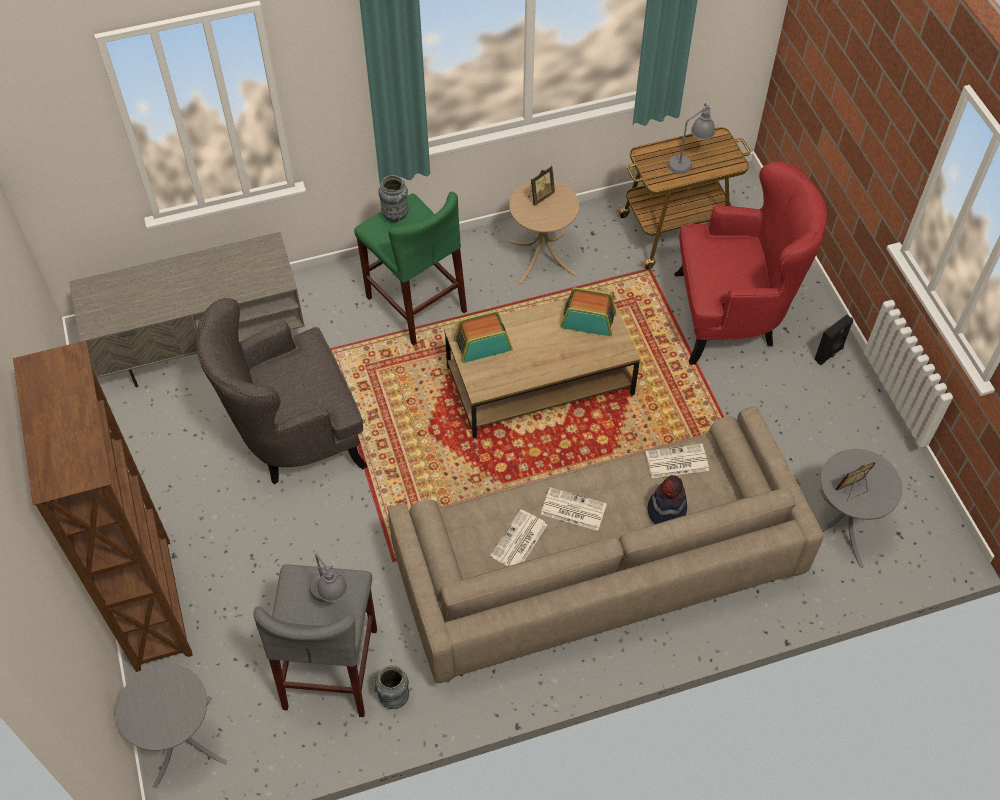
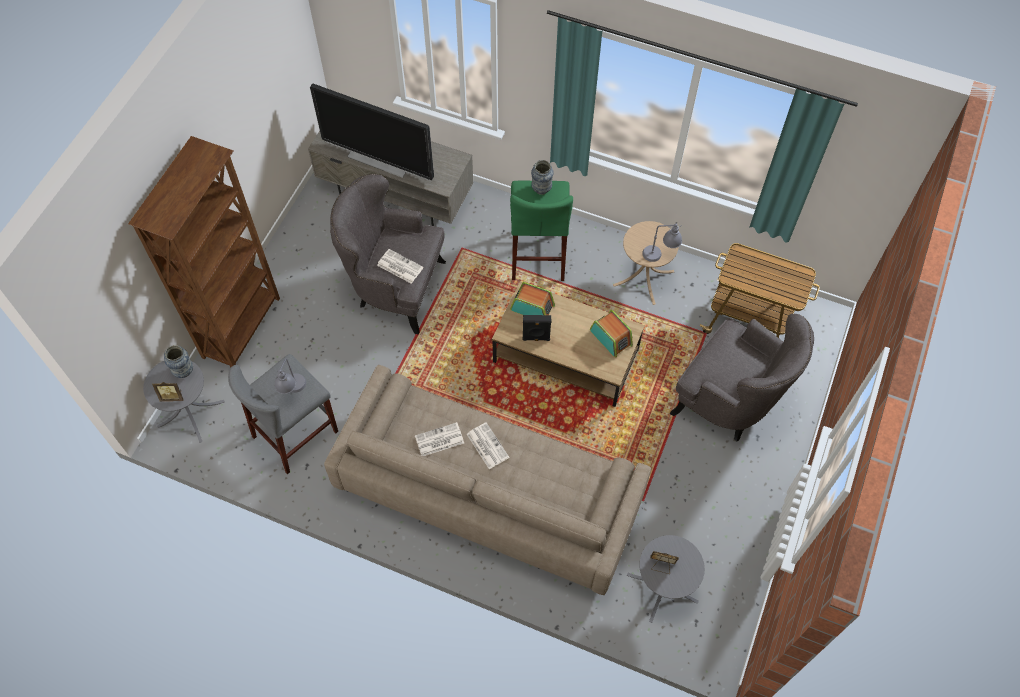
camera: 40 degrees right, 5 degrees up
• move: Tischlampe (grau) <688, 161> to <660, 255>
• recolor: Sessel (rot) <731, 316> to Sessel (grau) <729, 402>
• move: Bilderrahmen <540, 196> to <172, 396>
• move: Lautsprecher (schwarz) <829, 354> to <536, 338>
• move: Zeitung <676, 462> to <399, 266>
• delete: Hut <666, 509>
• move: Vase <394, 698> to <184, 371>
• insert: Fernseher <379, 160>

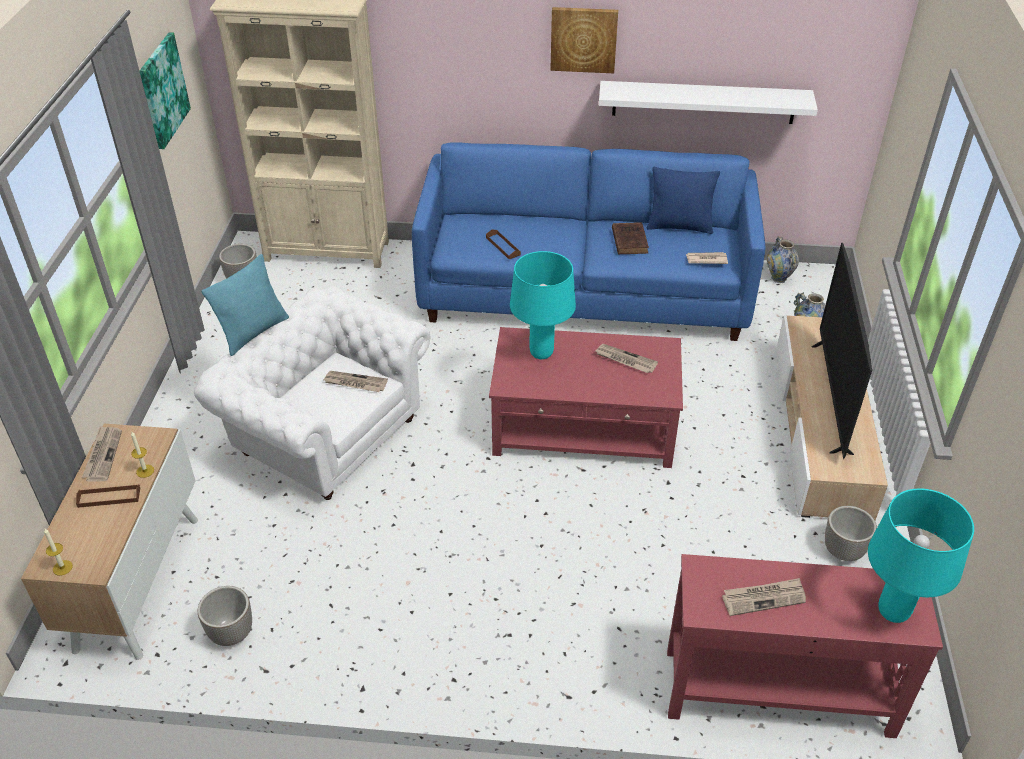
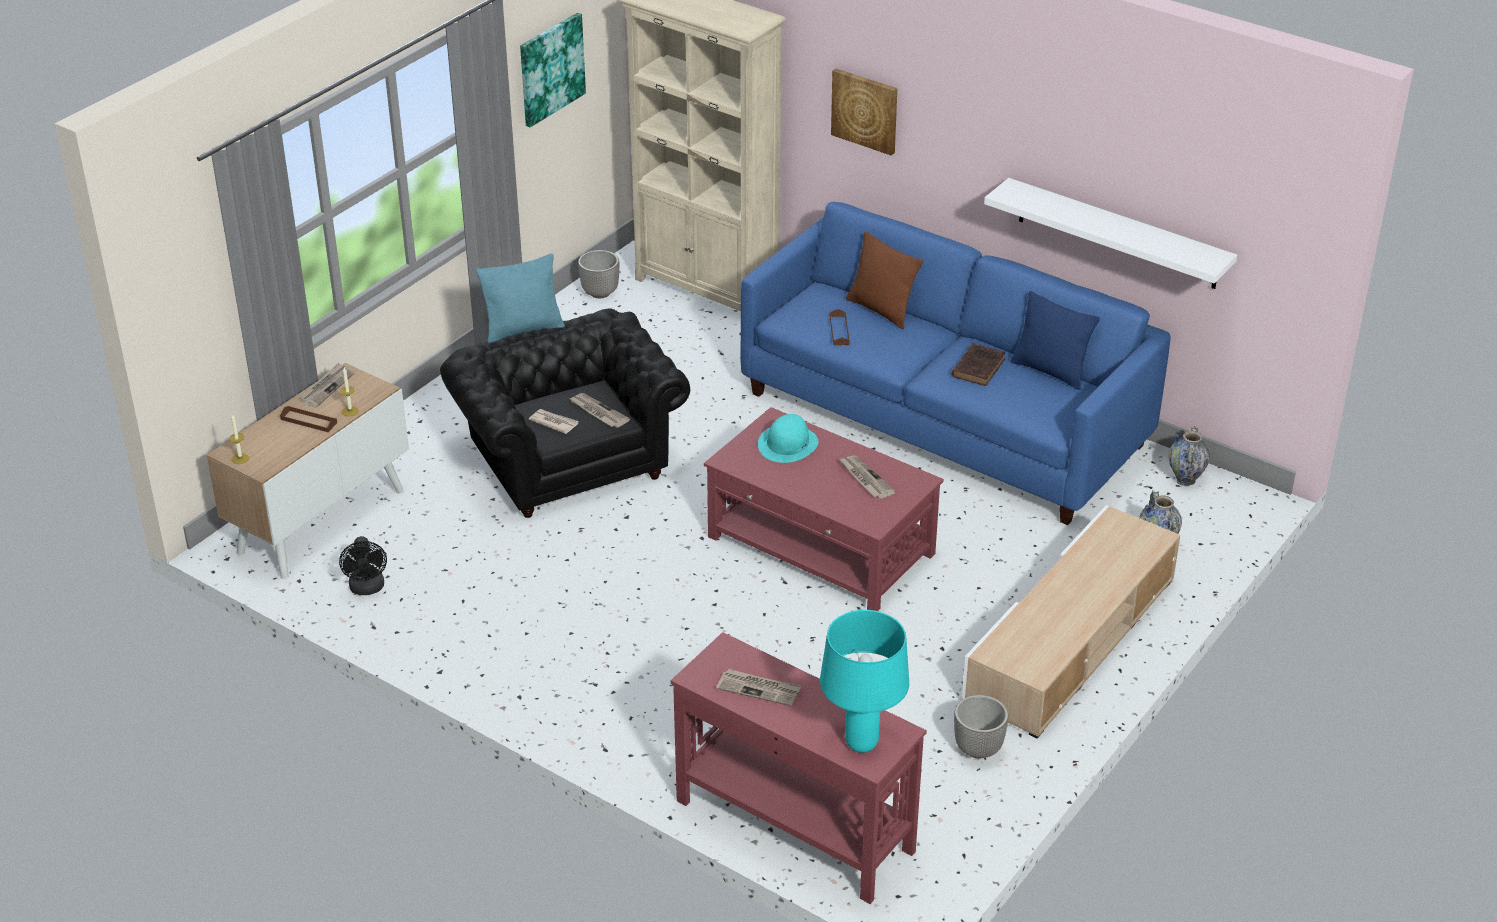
camera: 30 degrees right, 5 degrees down
• move: Bild <583, 39> to <865, 110>
• delete: Fernseher <831, 397>
• replace: Tischlampe (türkis) <541, 353> to Hut (türkis) <788, 443>
• move: Zeitung <706, 259> to <553, 422>
• recolor: Sessel (weiß) <324, 433> to Sessel (schwarz) <567, 460>
• replace: Pflanzkübel <231, 633> to Ventilator (schwarz) <367, 589>
• insert: Kissen (braun) <881, 310>

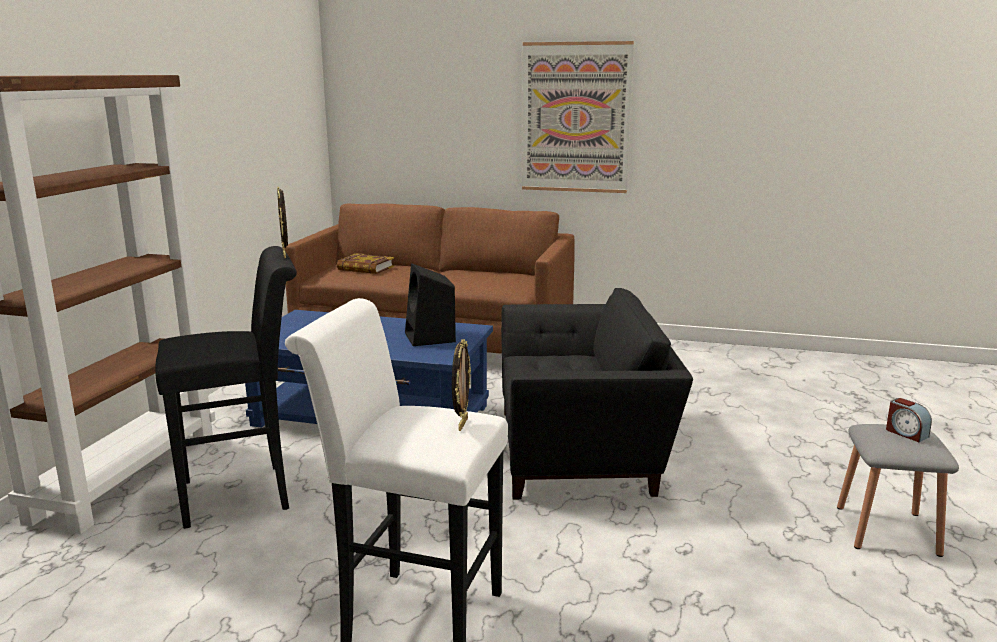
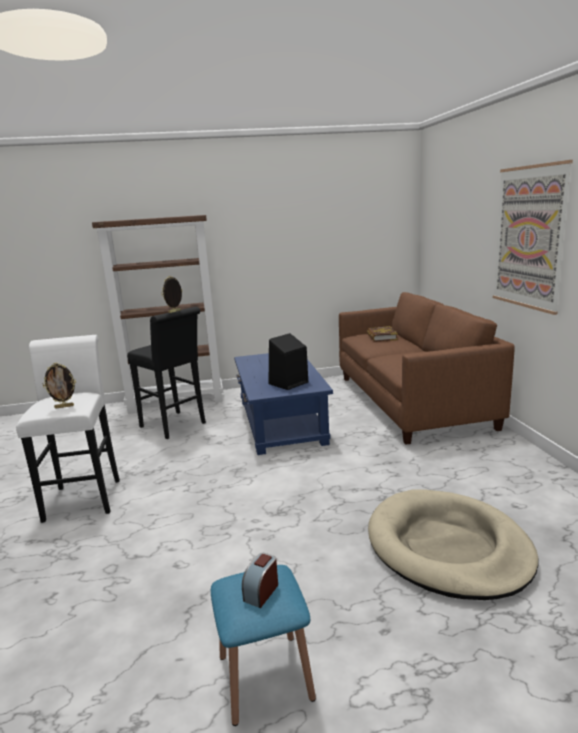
camera: 65 degrees right, 0 degrees up
• delete: Sessel (schwarz) <581, 450>
• recolor: Hocker (grau) <887, 530> to Hocker (blau) <265, 677>
• insert: Hundebett (beige) <447, 547>

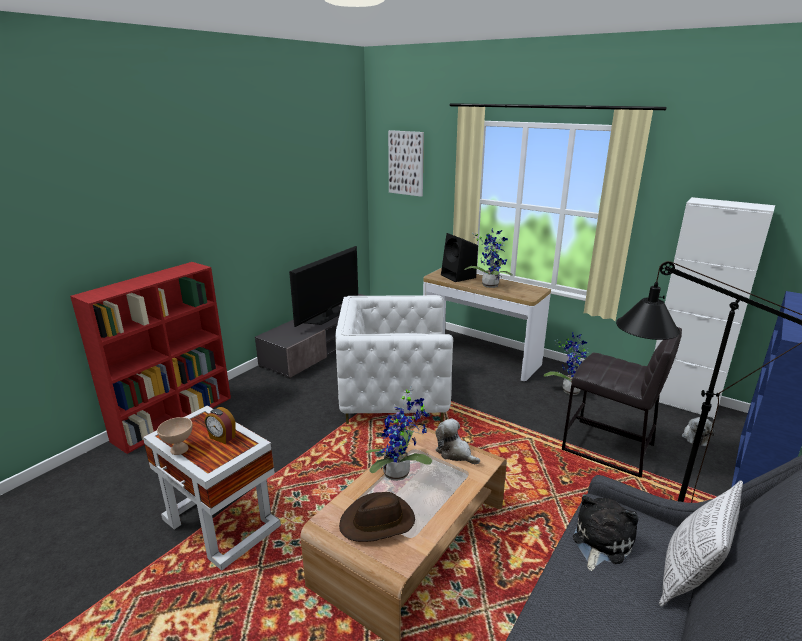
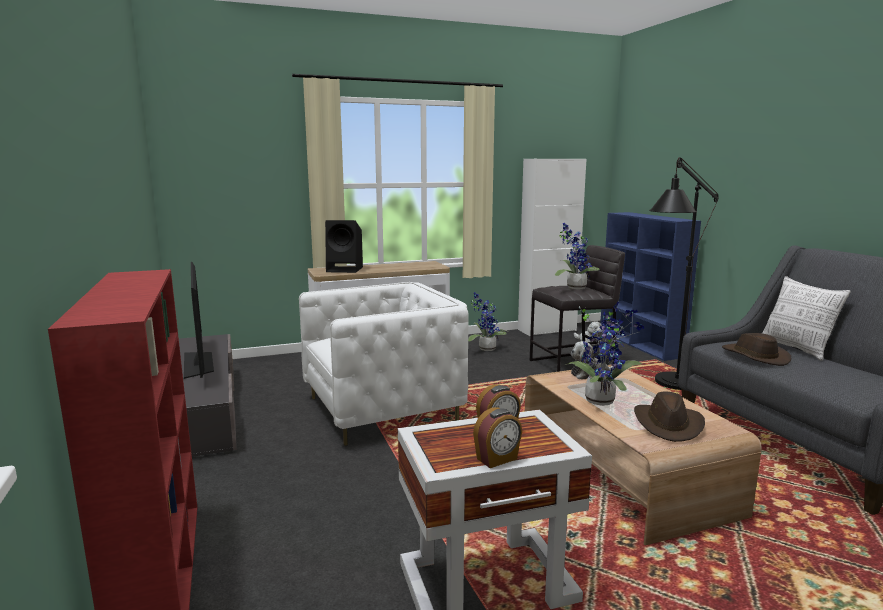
camera: 55 degrees left, 10 degrees down
• delete: Bild <406, 163>
• move: Topfpflanze <490, 284> to <574, 287>
• rotate: Sessel (weiß) <394, 396> = <382, 409> 150 degrees counterclockwise
• replace: Schüssel (beige) <180, 449> to Wecker <497, 459>
• replace: Plüschtier <600, 542> to Hut (braun) <754, 356>

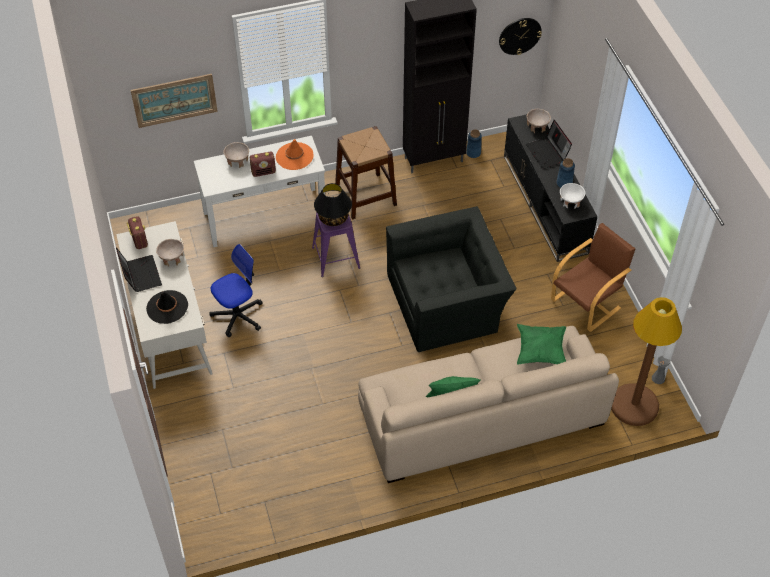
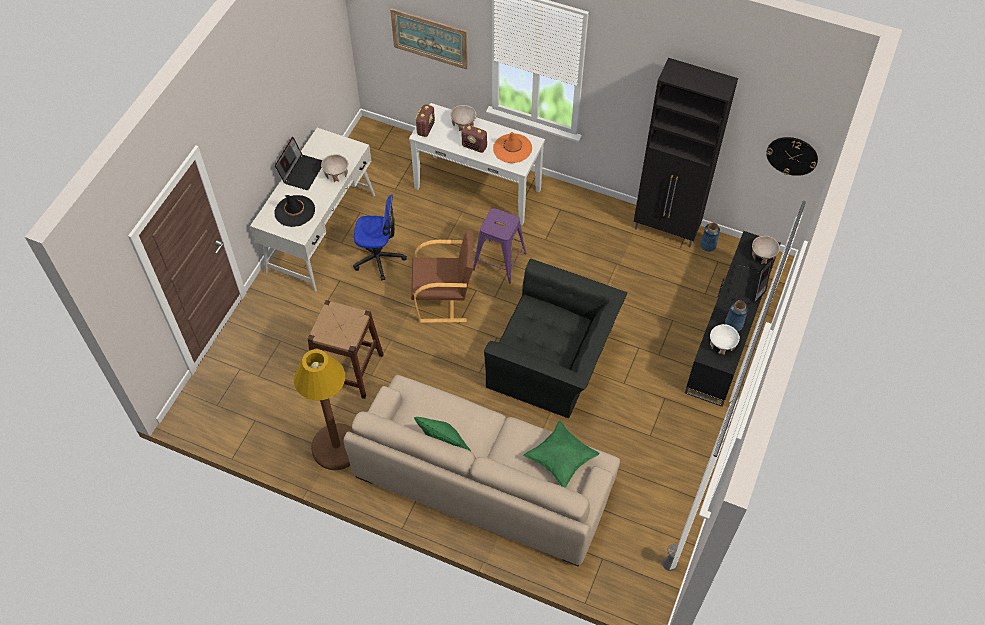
camera: 40 degrees right, 5 degrees up
• move: Hocker (braun) <365, 196> to <348, 369>
• delete: Tischlampe (schwarz) <333, 218>
• move: Radio <139, 240> to <425, 128>
• move: Sessel (braun) <587, 303> to <444, 299>
• move: Stehlampe (braun) <634, 405> to <336, 447>

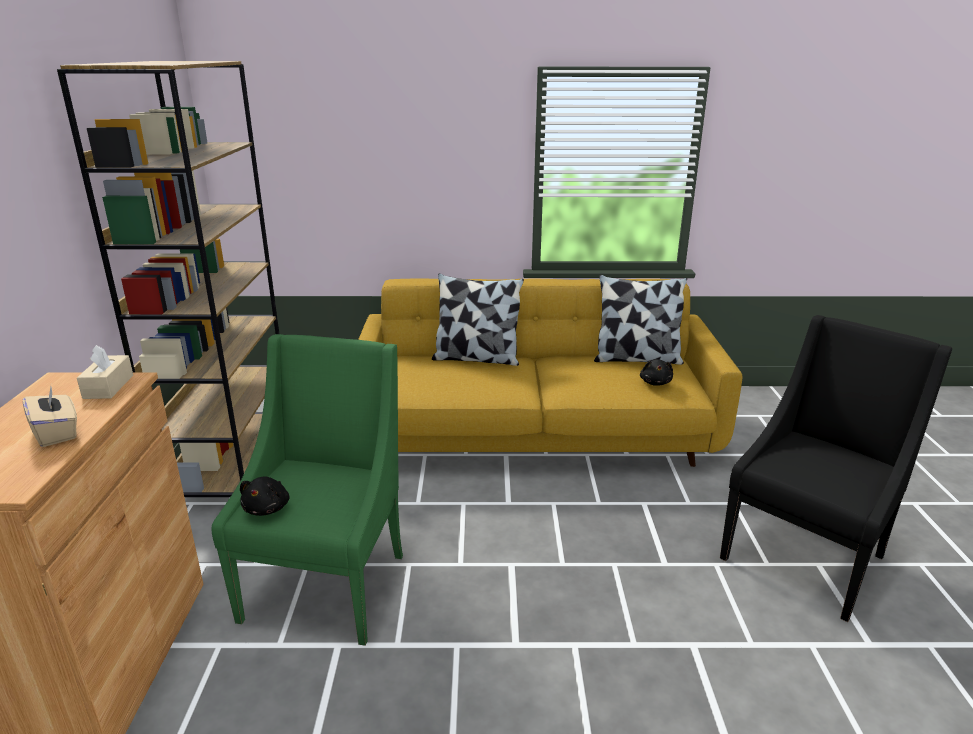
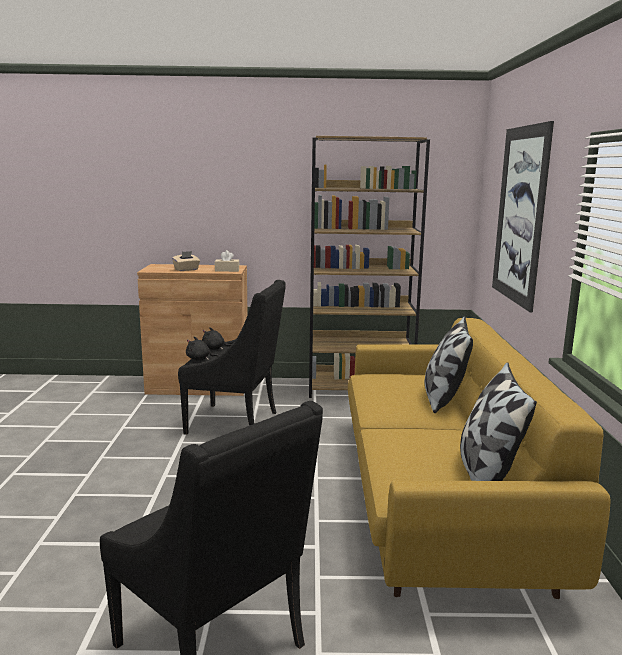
camera: 90 degrees right, 10 degrees down
• recolor: Sessel (grün) <329, 583> to Sessel (schwarz) <235, 422>
• move: Plüschtier (schwarz) <655, 382> to <200, 359>
• insert: Bild <520, 215>

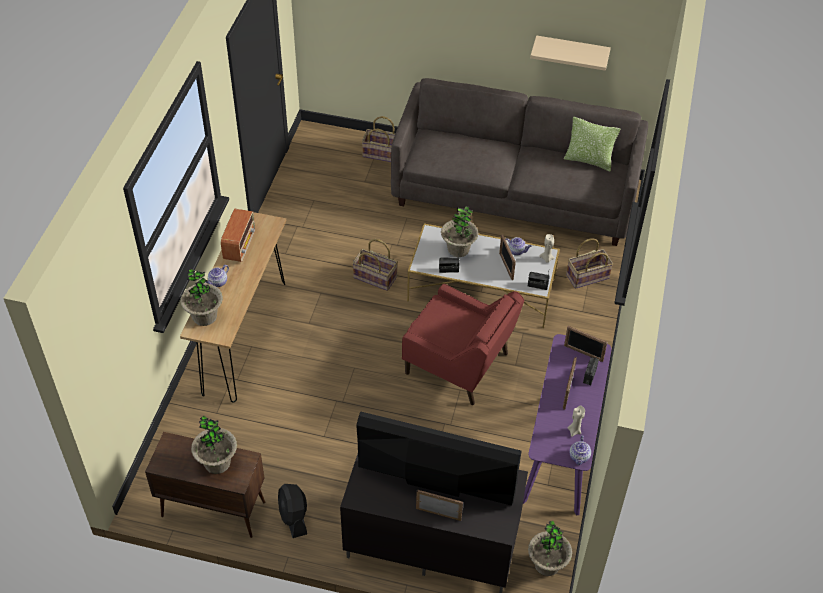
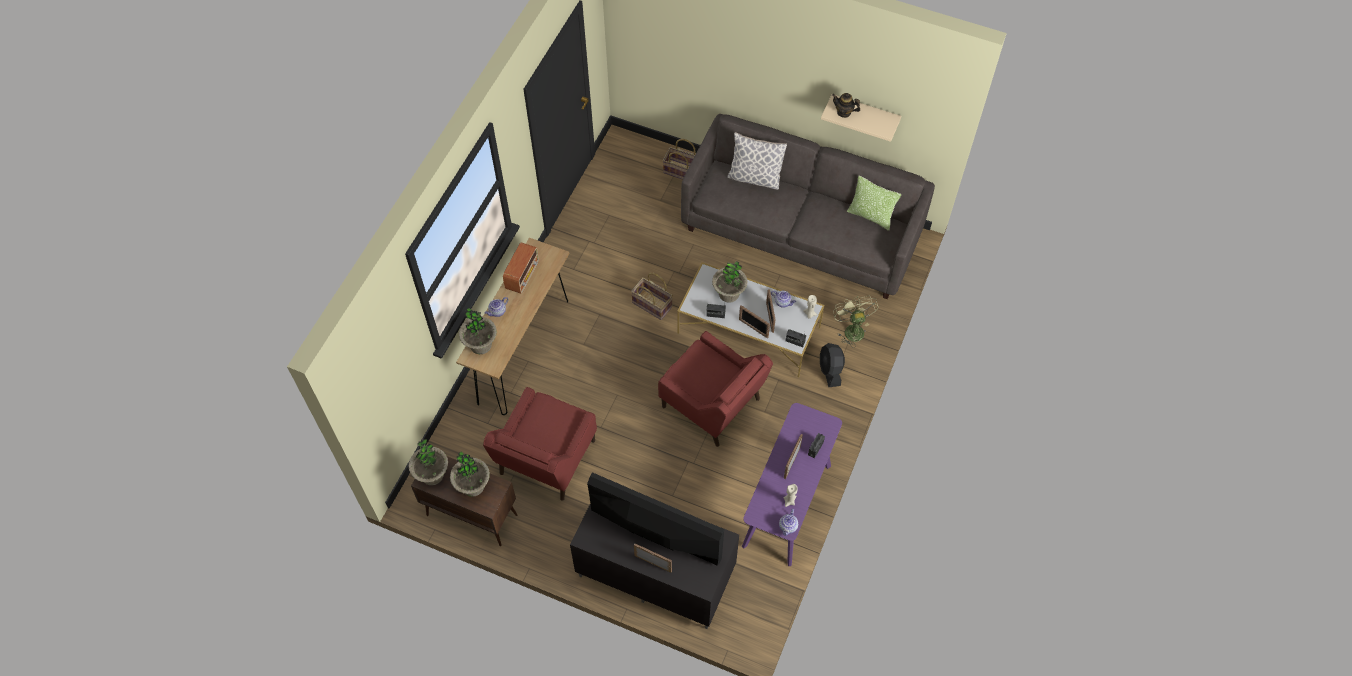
camera: 10 degrees right, 10 degrees up
• replace: Korb <587, 277> to Ventilator (grün) <852, 329>
• move: Bilderrahmen <583, 353> to <753, 328>
• move: Ventilator (schwarz) <294, 517> to <830, 370>
• move: Topfpflanze <547, 564> to <432, 475>
• insert: Teekanne <844, 112>
• insert: Kissen <755, 177>
• insert: Sessel (rot) <546, 459>

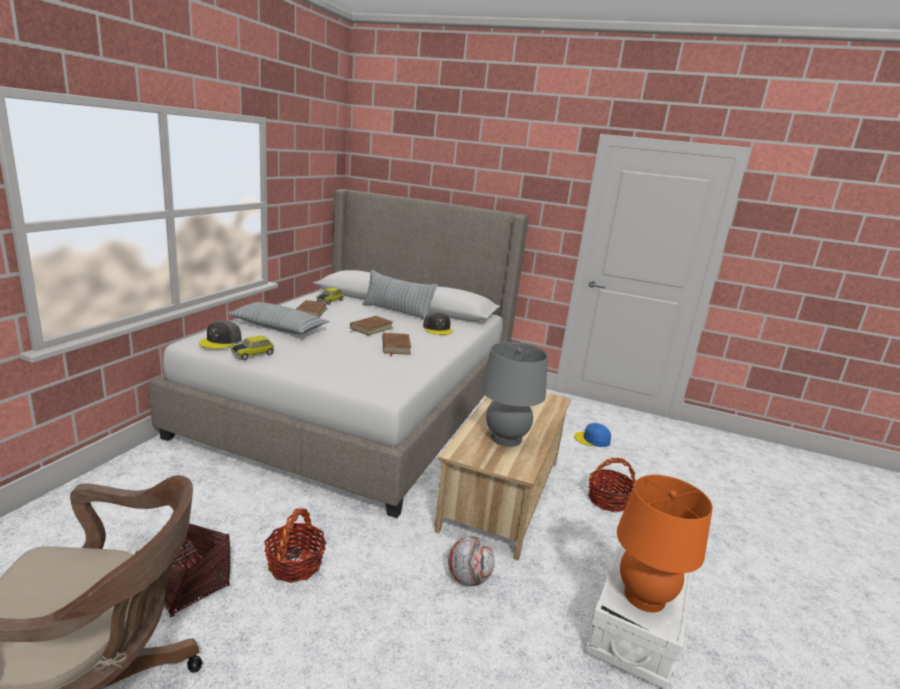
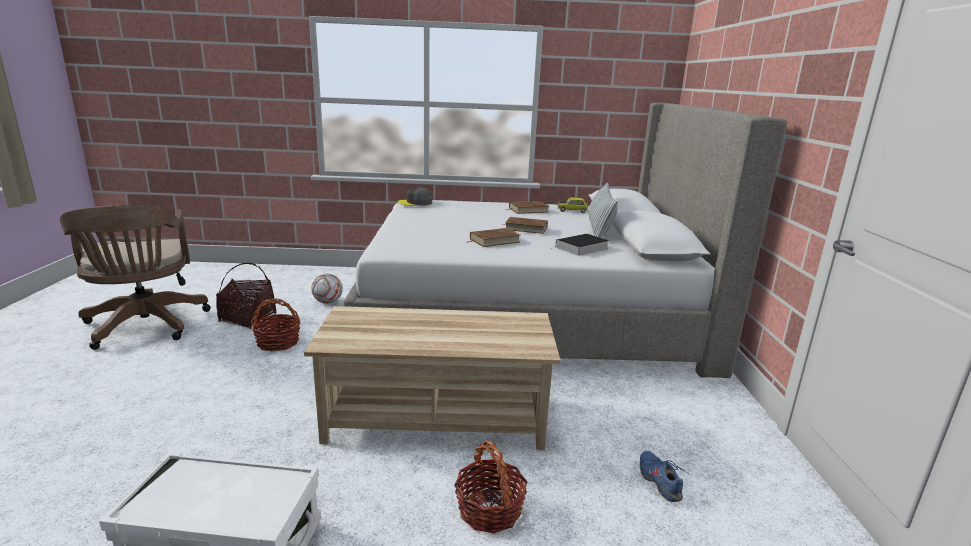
camera: 70 degrees right, 0 degrees up
• delete: Kissen <278, 327>
• replace: Kappe (grau) <437, 329> to Buch <581, 248>
• delete: Spielzeugauto <253, 354>
• delete: Tischlampe (grau) <506, 438>
• replace: Kappe (blau) <592, 439> to Schuh (blau) <659, 481>
• delete: Tischlampe (orange) <644, 596>
• move: Fußball <468, 579> to <328, 302>

